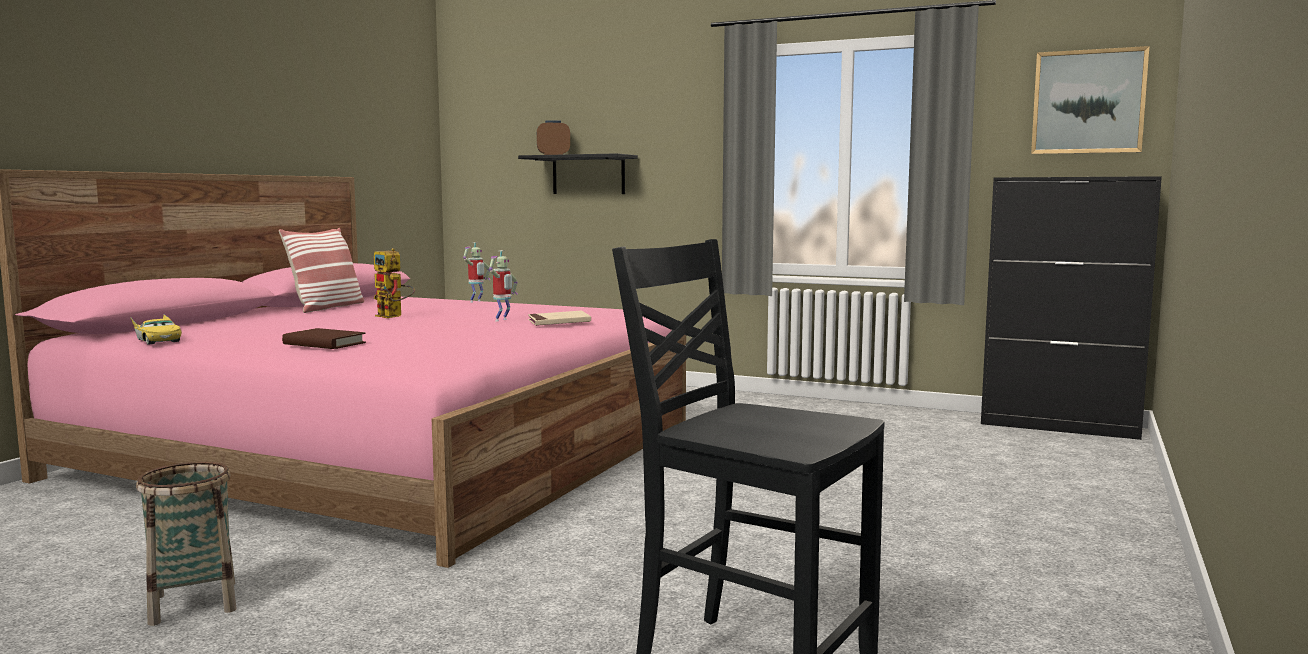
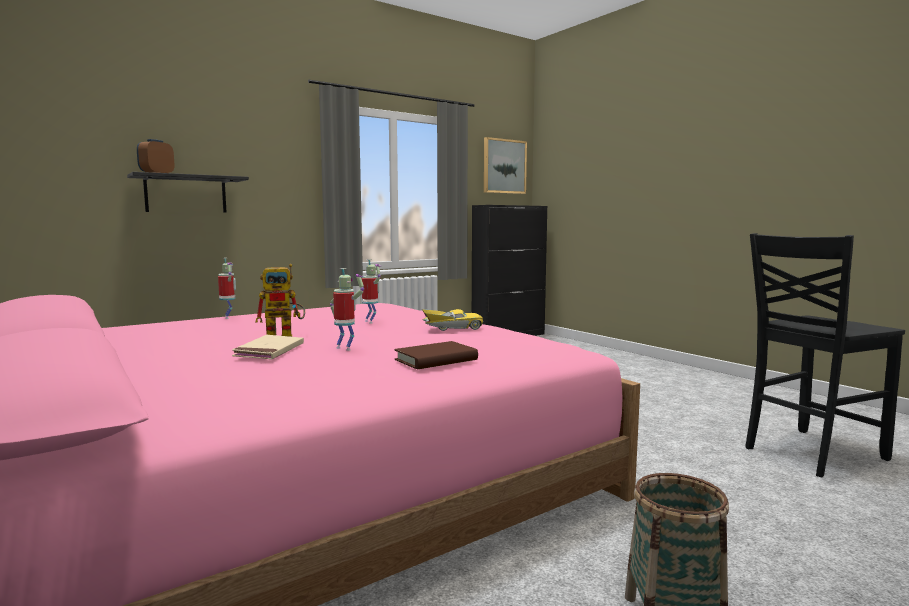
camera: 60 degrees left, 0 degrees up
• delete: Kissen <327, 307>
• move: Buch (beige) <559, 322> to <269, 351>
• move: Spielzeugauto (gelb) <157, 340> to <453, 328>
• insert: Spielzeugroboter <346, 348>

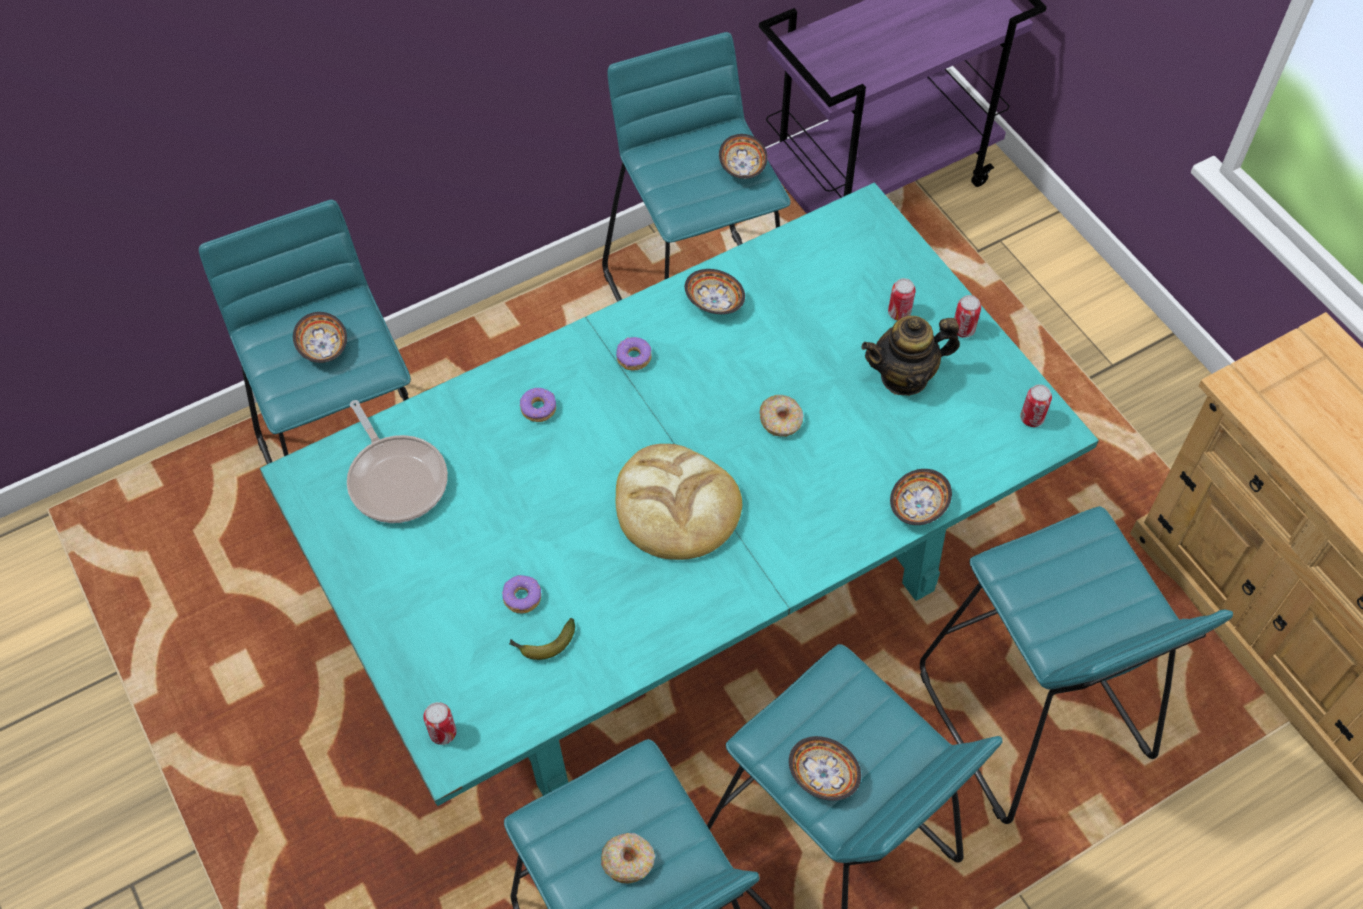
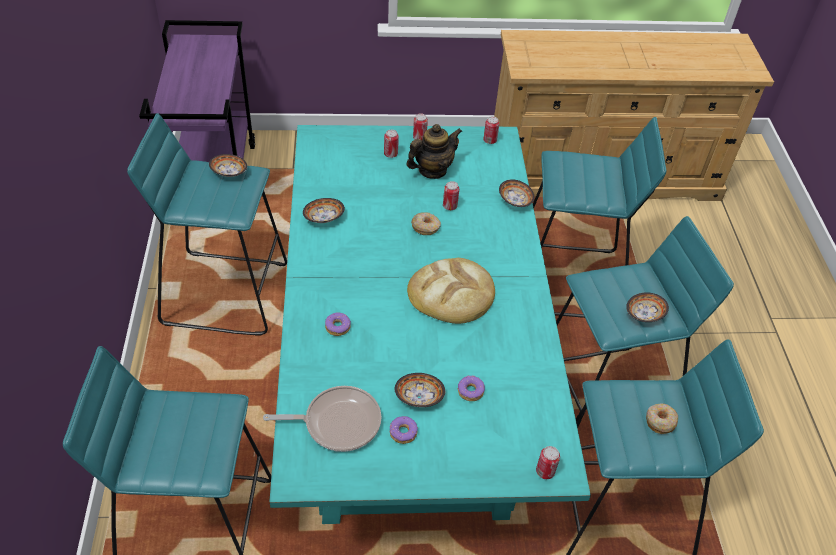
camera: 65 degrees left, 10 degrees down
• move: Schüssel <322, 348> to <420, 398>
• rotate: Teekanne <904, 376> = <432, 170> 135 degrees counterclockwise
• move: Donut <633, 358> to <403, 433>
• delete: Banane <543, 644>
• insert: Dose <450, 206>

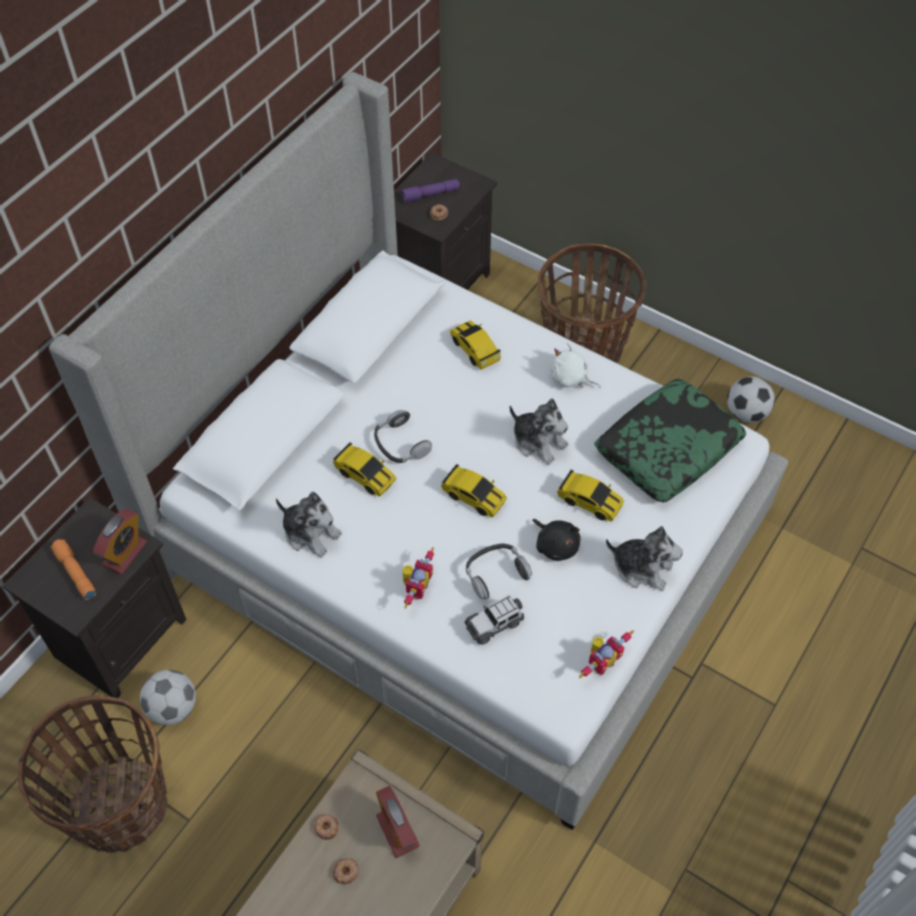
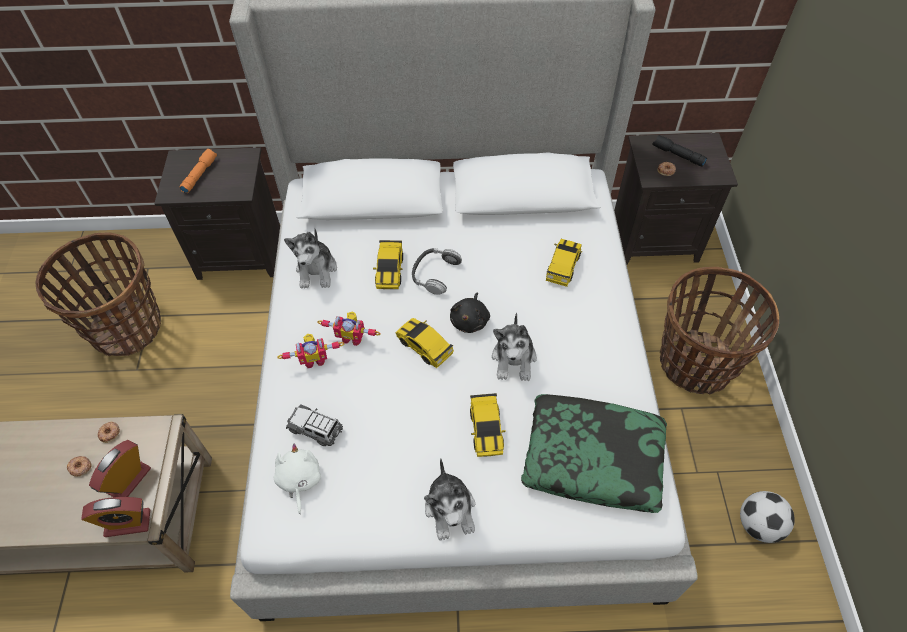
camera: 55 degrees right, 0 degrees up
• recolor: Taschenlampe (lila) <430, 195> to Taschenlampe (schwarz) <677, 155>
• move: Plüschtier (weiß) <570, 378> to <299, 480>
• rotate: Spielzeugauto <473, 497> = <424, 346> 135 degrees clockwise
• move: Wecker <125, 554> to <127, 523>
• move: Plüschtier (schwarz) <556, 545> to <470, 320>
• delete: Kopfhörer <496, 573>
• move: Spielzeugroboter <600, 662> to <352, 337>
• delete: Fußball <173, 708>

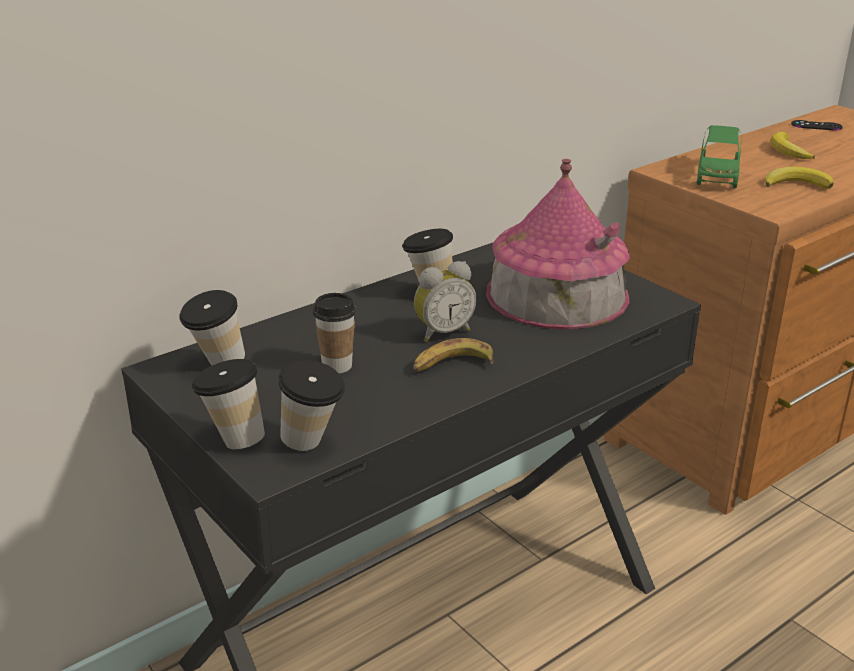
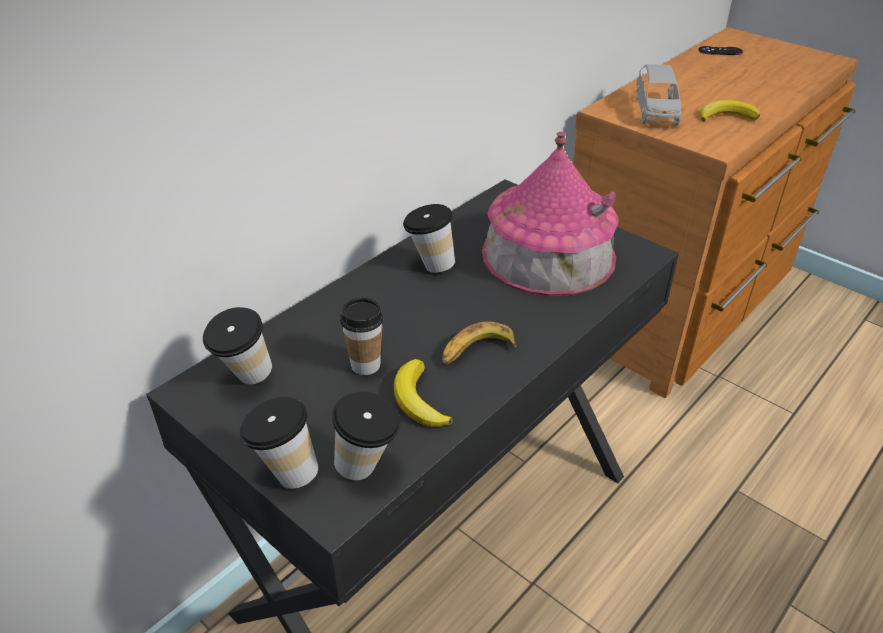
camera: 10 degrees left, 10 degrees up
• recolor: Spielzeugauto (grün) <717, 174> to Spielzeugauto (grau) <656, 111>
• move: Banane <788, 151> to <418, 400>
• delete: Wecker <443, 332>

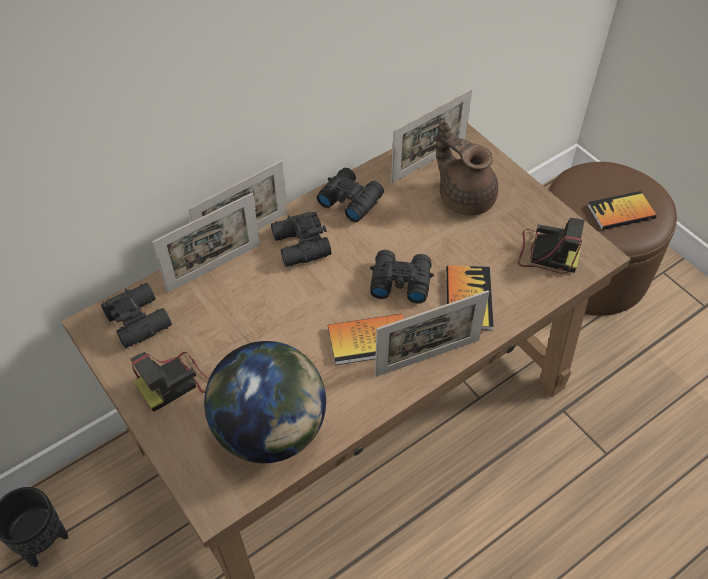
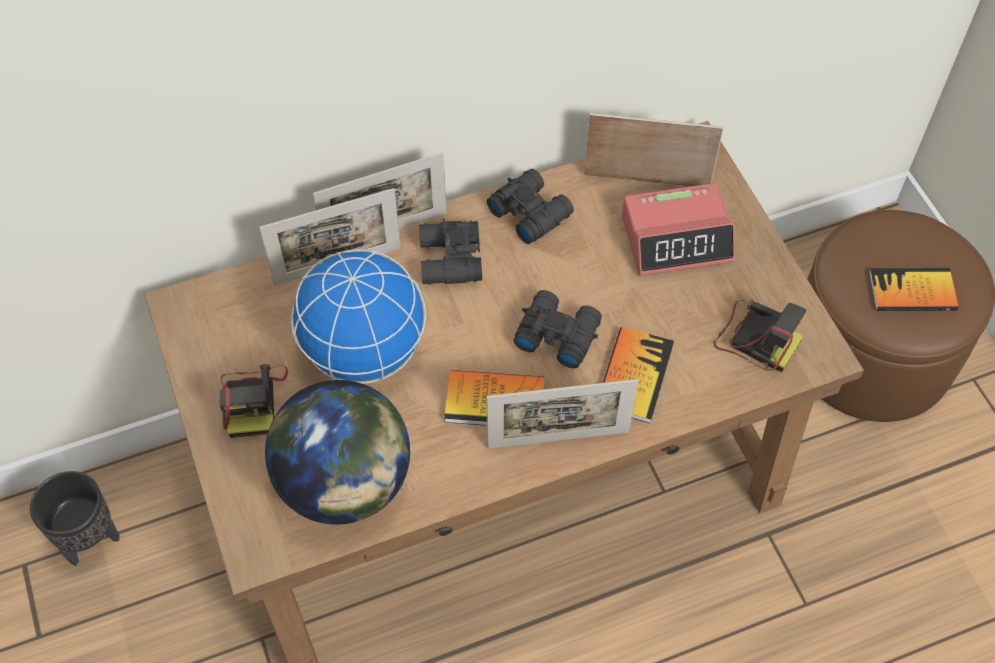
camera: 15 degrees right, 5 degrees up
• rotate: Bilderrahmen <428, 162> = <646, 181> 150 degrees counterclockwise
• replace: Teekanne (braun) <464, 196> to Wecker <677, 238>
• delete: Fernglas (schwarz) <139, 319>
• rotate: Kamera <175, 383> = <253, 400> 75 degrees counterclockwise
• insert: Globus <363, 352>

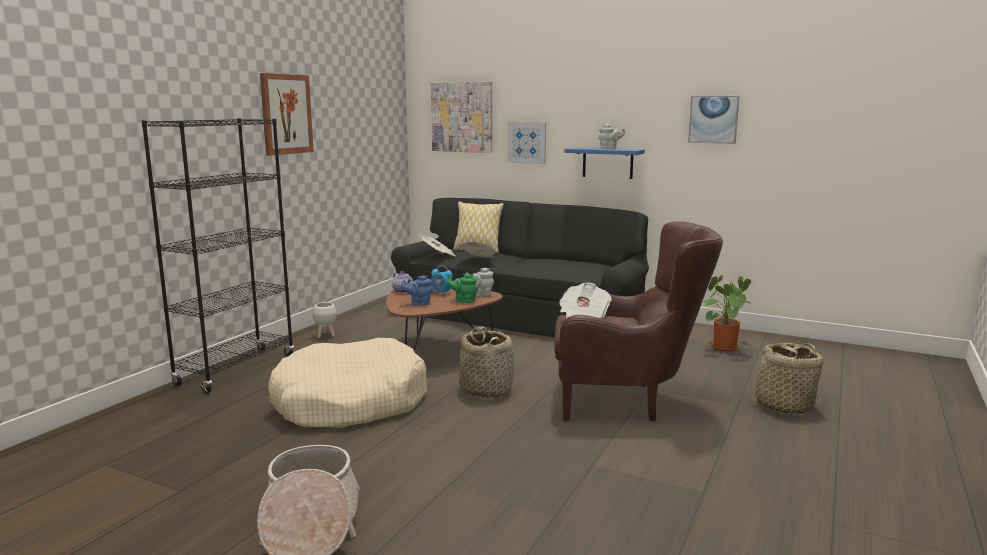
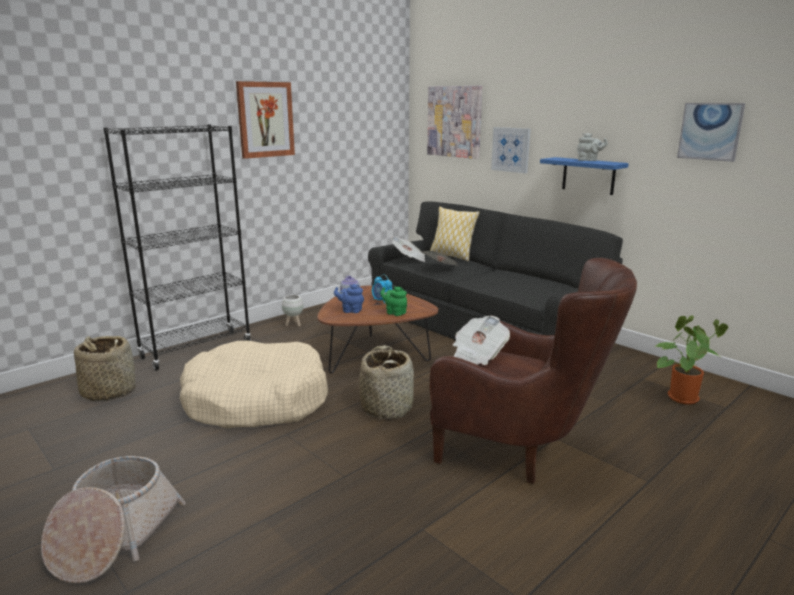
camera: 20 degrees right, 5 degrees up
• delete: Teekanne (grau) <480, 294>
• move: Korb <783, 405> to <108, 392>

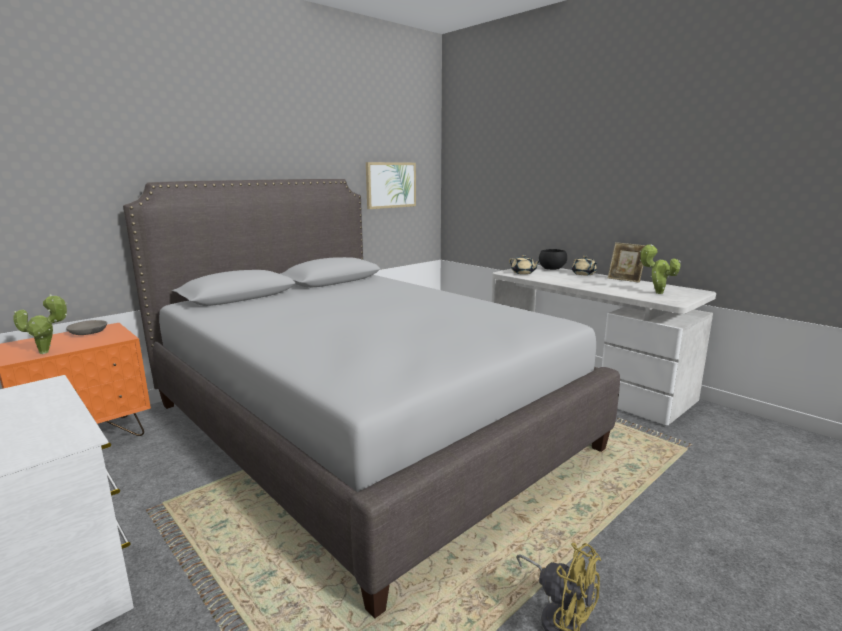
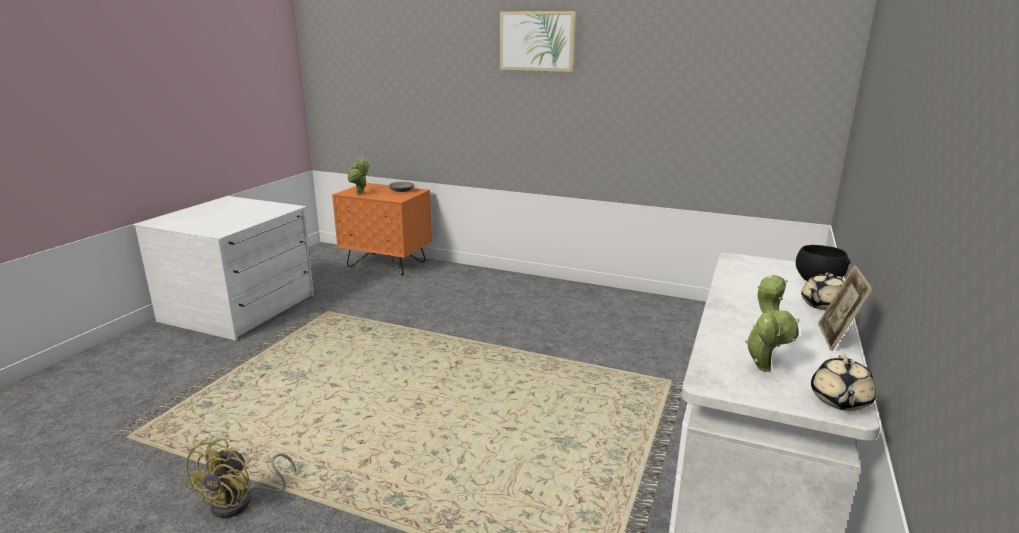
camera: 65 degrees right, 5 degrees up
• move: Bild <390, 185> to <537, 41>
• delete: Bett (grau) <363, 425>
• move: Teekanne (beige) <523, 273> to <839, 400>

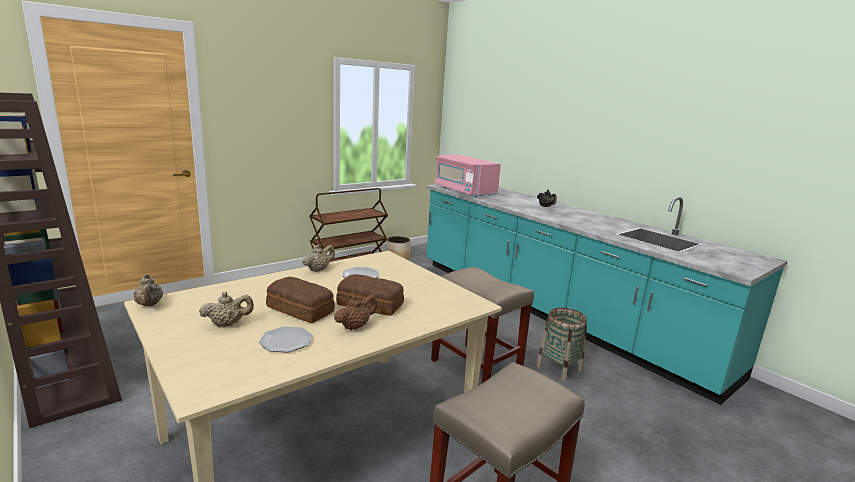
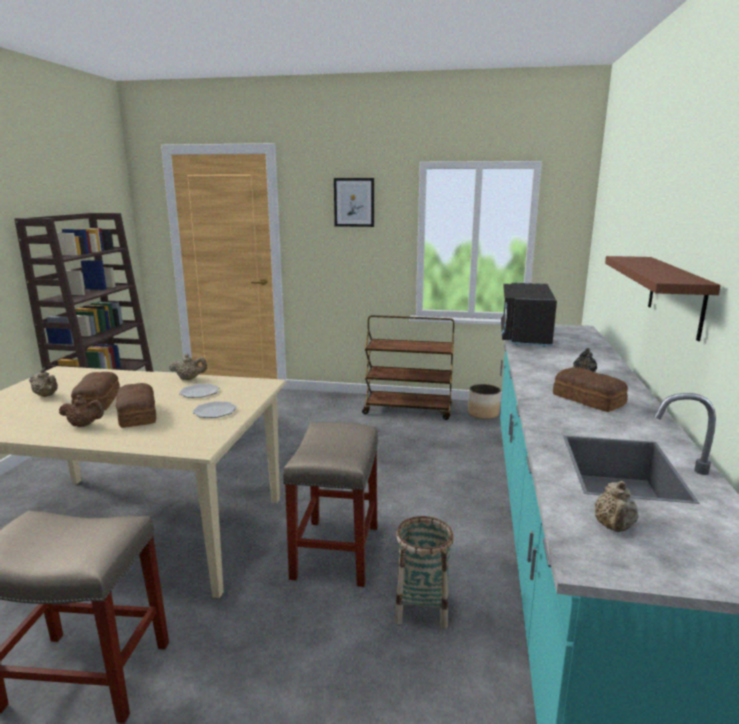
camera: 50 degrees right, 0 degrees up
• recolor: Mikrowelle (rosa) <464, 191> to Mikrowelle (schwarz) <525, 336>
• move: Teekanne (beige) <149, 305> to <614, 528>
• move: Teller <286, 341> to <214, 411>
• insert: Bild <354, 202>
• insert: Wandregal (braun) <676, 295>
• insert: Brot <588, 400>

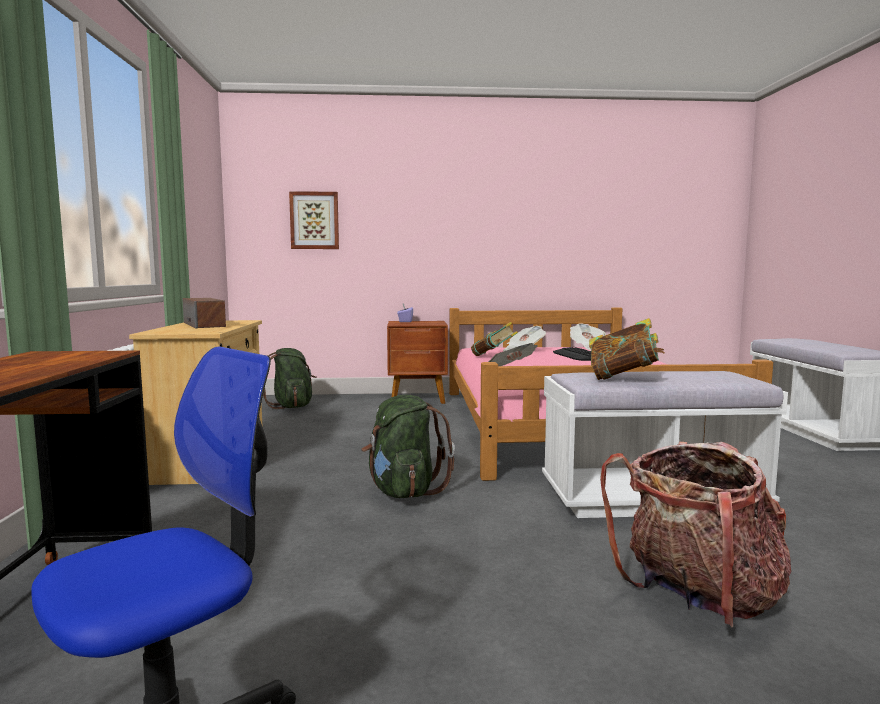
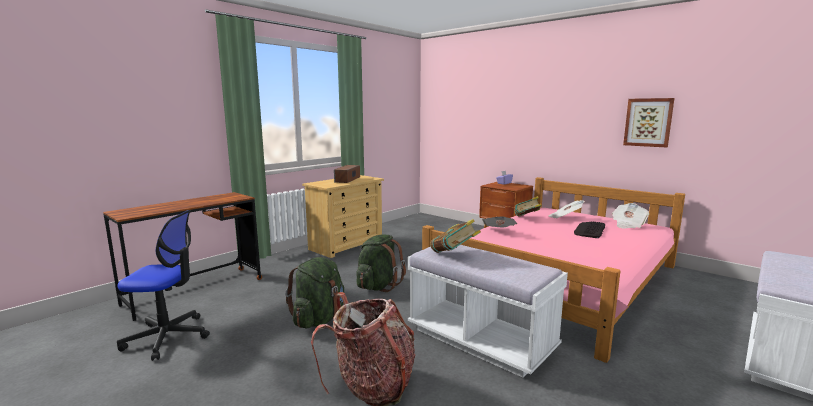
camera: 45 degrees right, 5 degrees up
• move: Bild <314, 220> to <648, 122>
• move: Rucksack (grün) <291, 406> to <319, 319>

